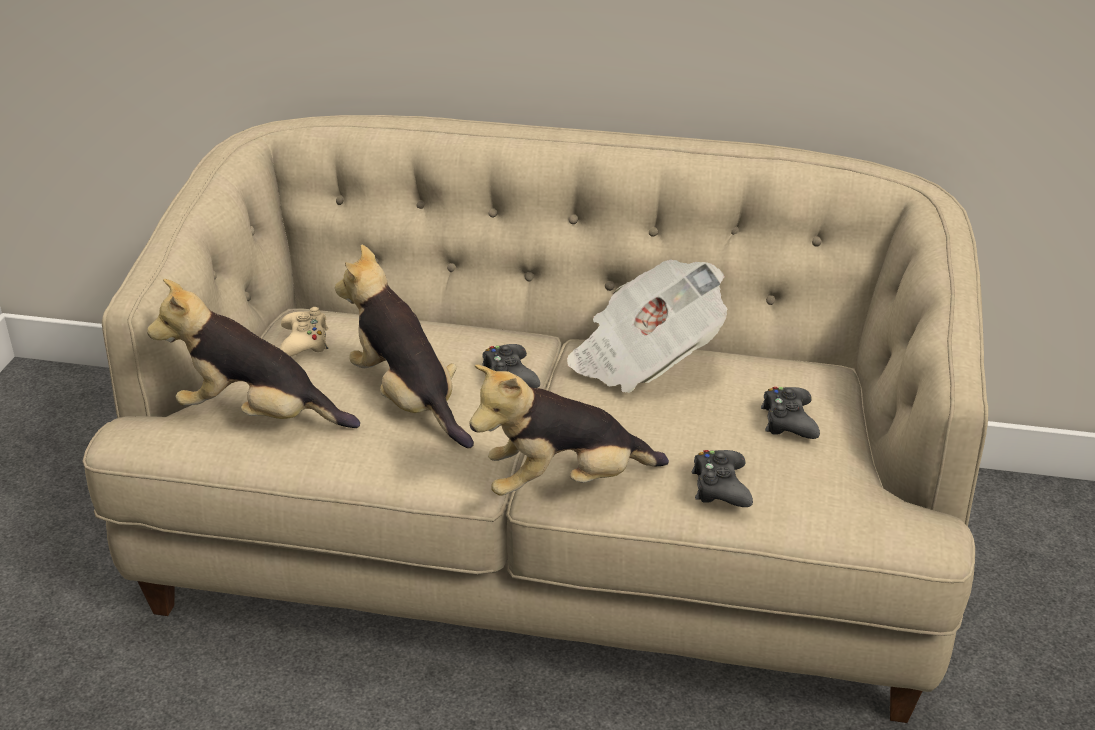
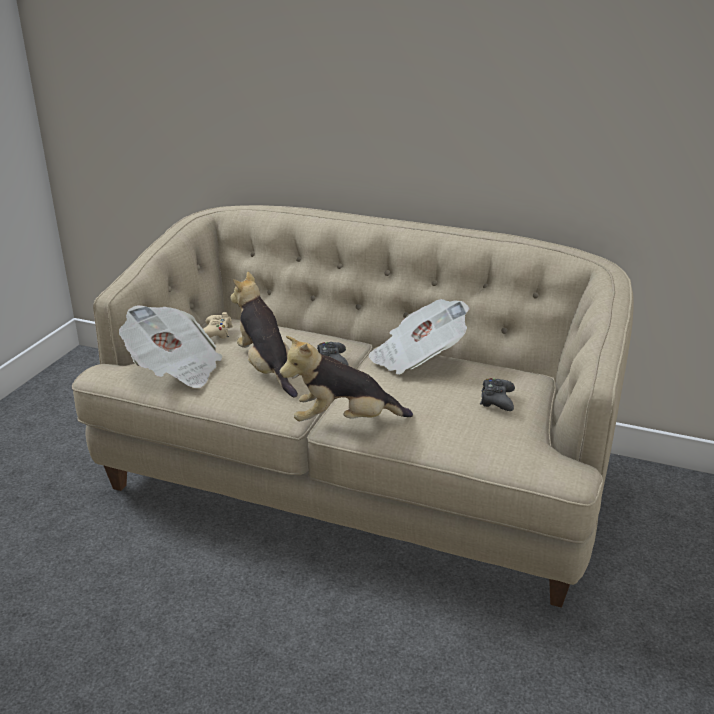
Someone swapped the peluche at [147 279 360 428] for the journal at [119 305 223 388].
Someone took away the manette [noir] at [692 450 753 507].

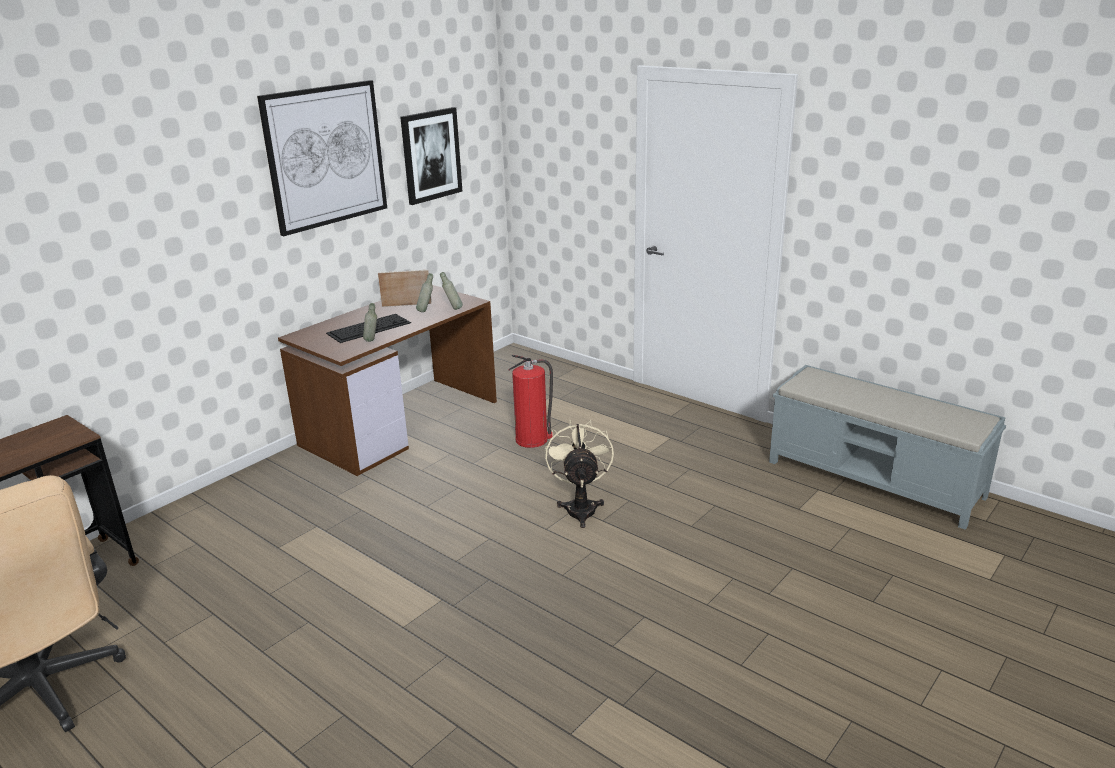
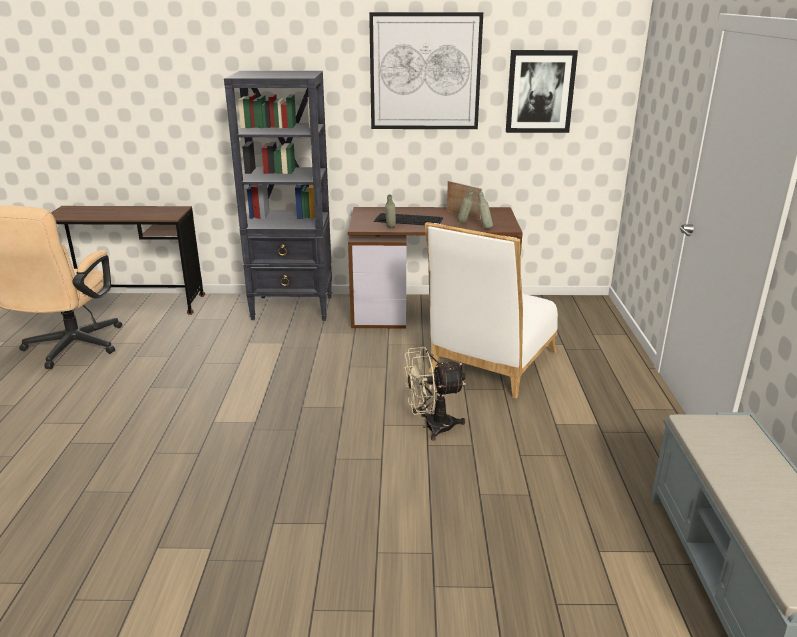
Someone swapped the extincteur at [509 355 553 448] for the chaise [blanc] at [425 222 558 398].
Someone rotated the ventilateur [beige] at [545 420 614 528] by 150 degrees counterclockwise.
Someone put down the bibliothèque [noir] at [224 71 332 321].

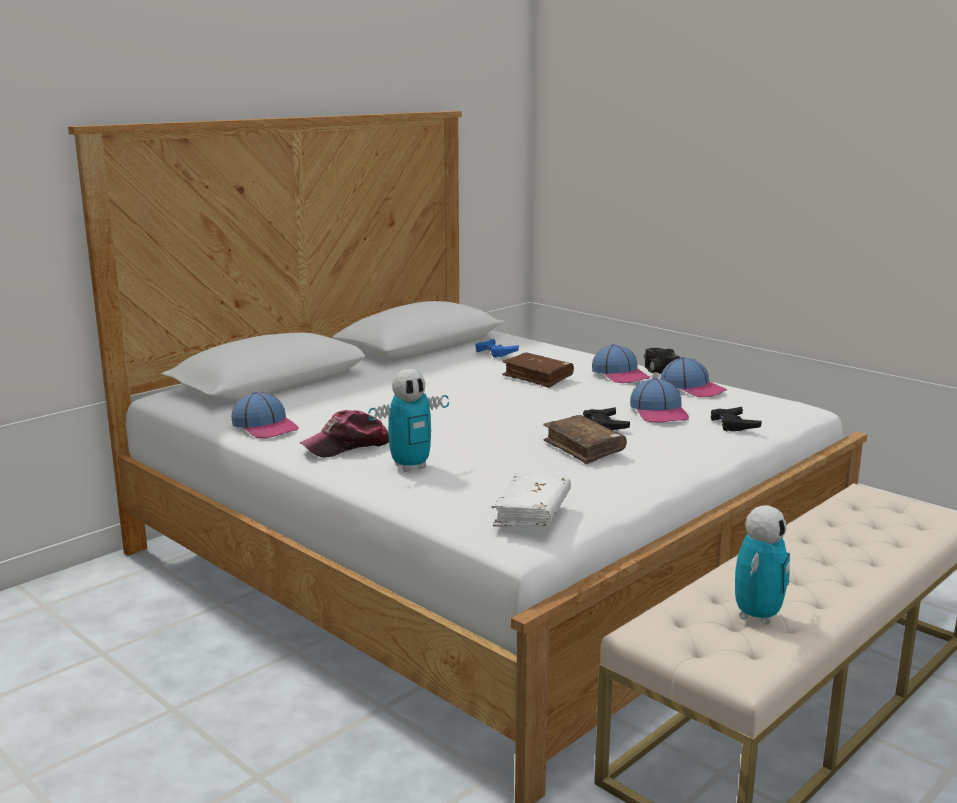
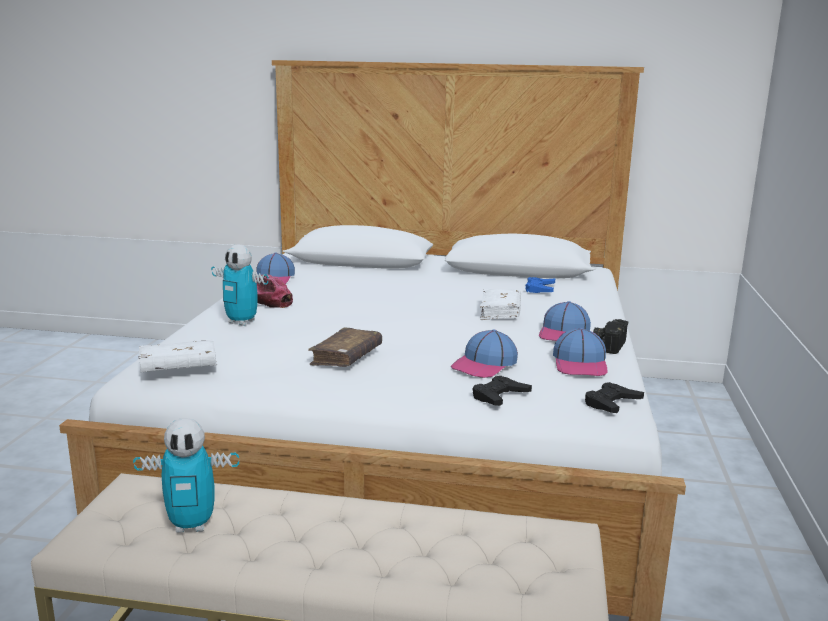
Someone repainted the livre [marron] at [502 353 574 388], which became the livre [blanc] at [480 289 521 320].
Someone carried the manette [noir] from [583 407 630 430] to [585 382 644 413].

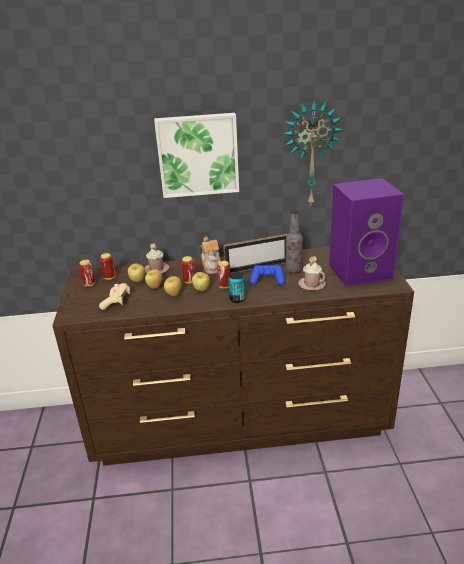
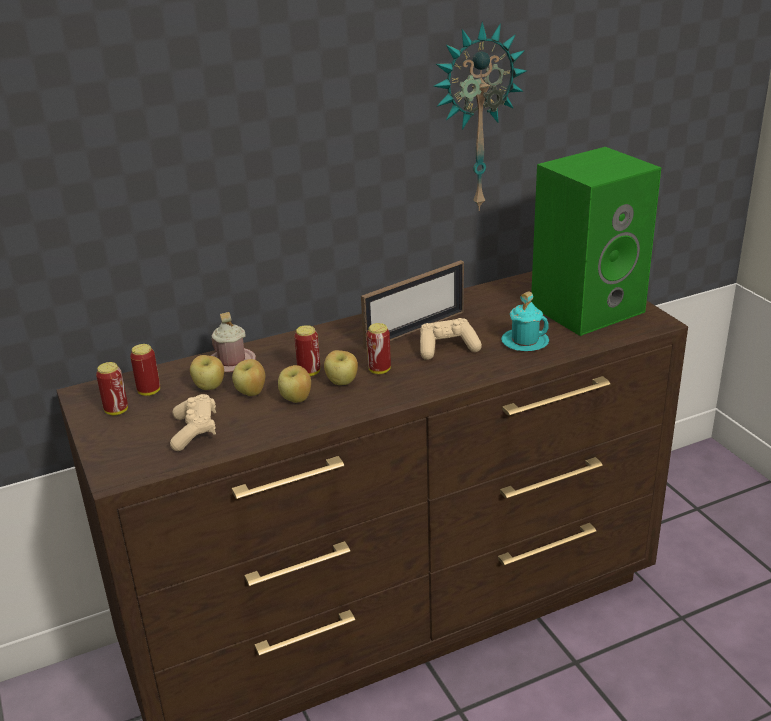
Someone took away the tableau at [154 113 239 198].
Someone took away the théière at [201 237 221 274].
Someone took away the boîte métallique at [228 272 246 303].
Someone repainted the manette [bleu] at [250 265 285 286], which became the manette [beige] at [420 318 482 360].
Someone took away the bouteille at [285 209 303 273].
Someone repainted the mug [rose] at [298 256 326 291], which became the mug [turquoise] at [501 291 549 352].
Someone repainted the enceinte [violet] at [329 178 404 287], which became the enceinte [vert] at [531 147 661 336].

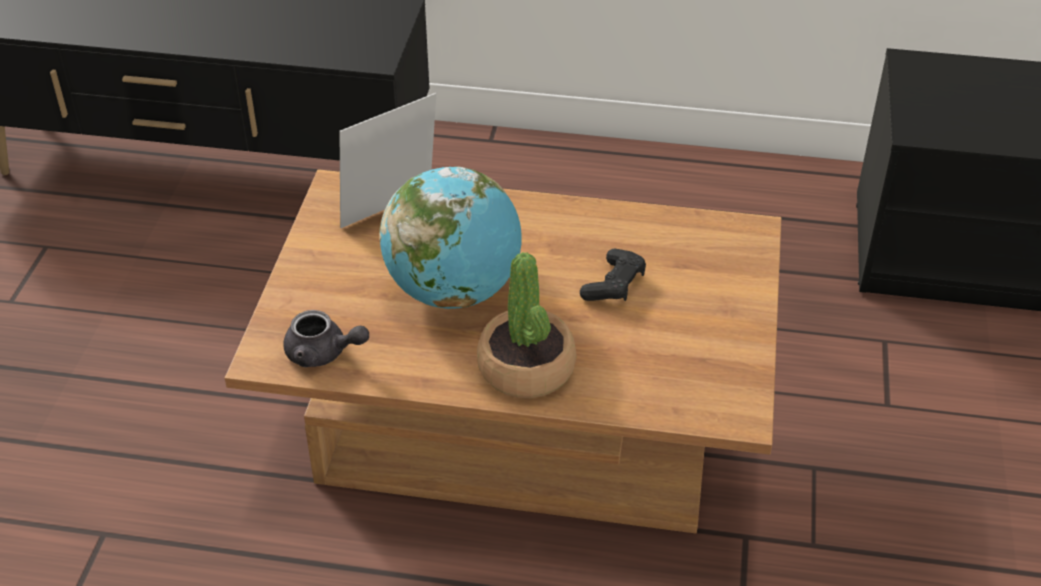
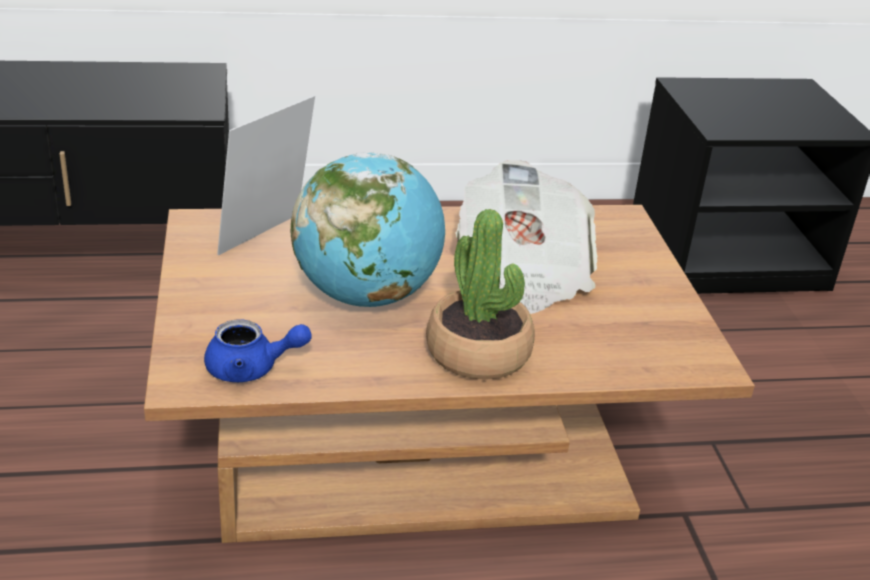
Someone repainted the théière [gris] at [283 310 369 367], which became the théière [bleu] at [204 320 312 382].
Someone swapped the manette [noir] at [580 249 646 301] for the journal at [456 160 597 314].

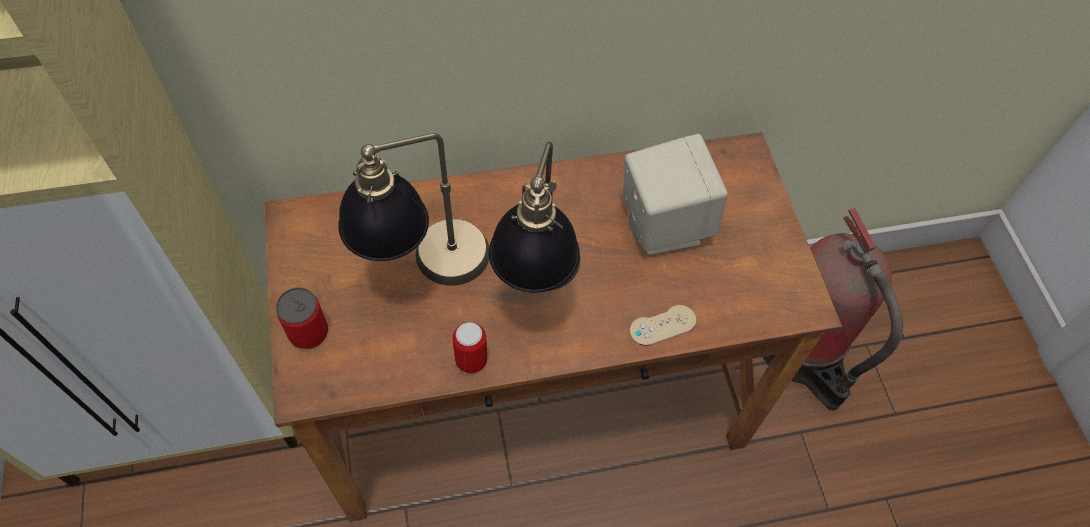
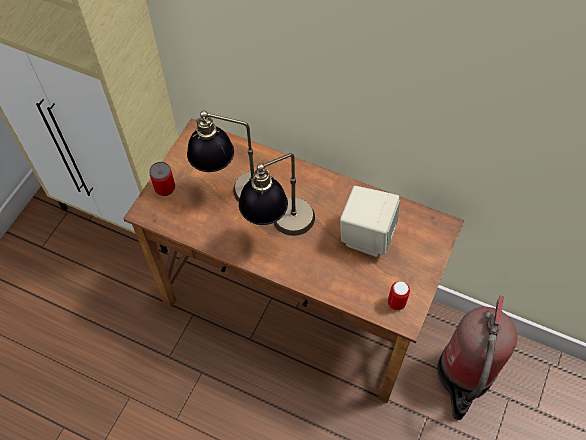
Someone carried the boîte métallique from [452 322 487 373] to [388 281 410 310].
Someone took away the manette [beige] at [630 305 696 346].

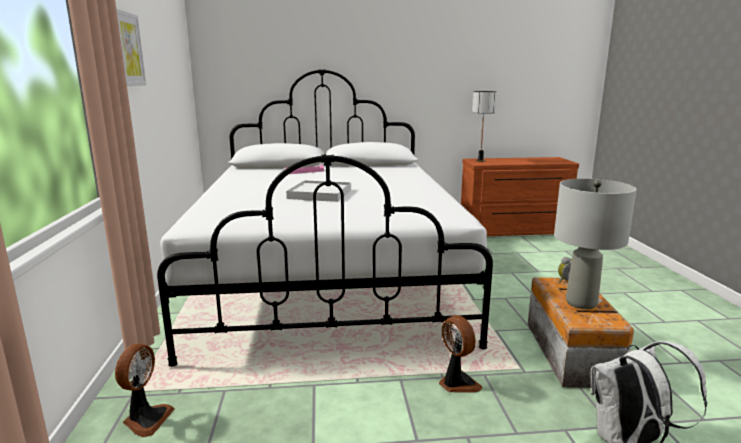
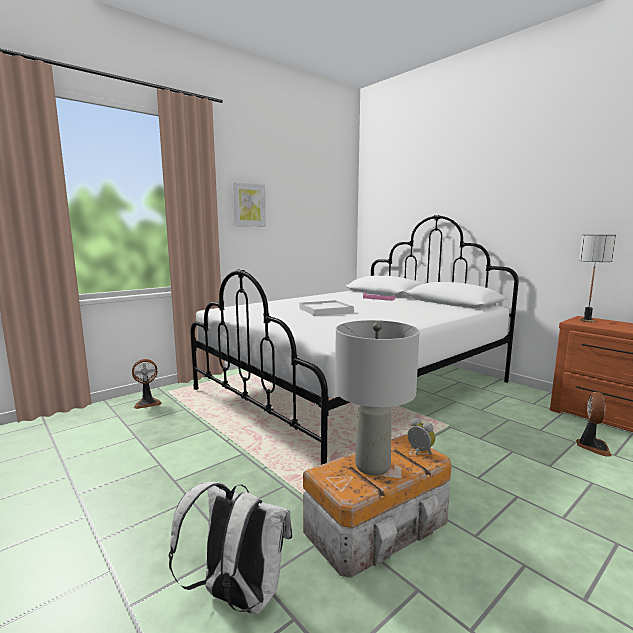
Someone carried the ventilateur from [439 315 482 393] to [576 392 612 457].

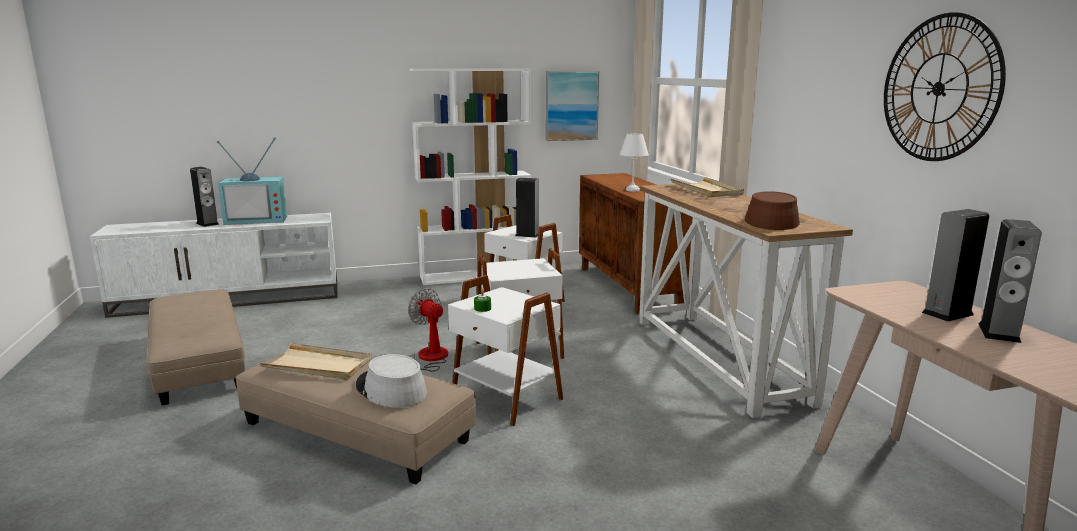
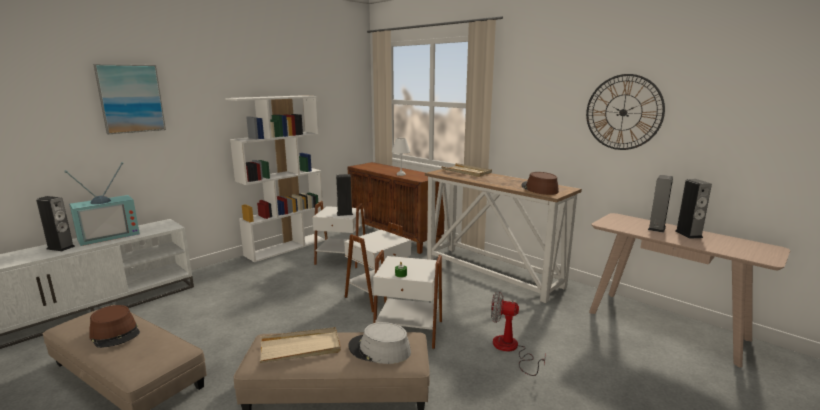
Someone carried the ventilateur from [408 289 448 372] to [491 291 546 376].
Someone carried the tableau from [546 71 599 141] to [93 64 166 134].
Someone put down the chapeau [marron] at [90 305 140 348].

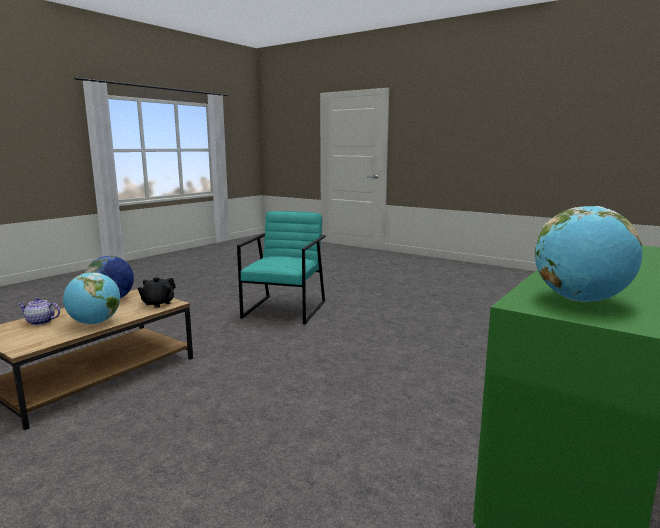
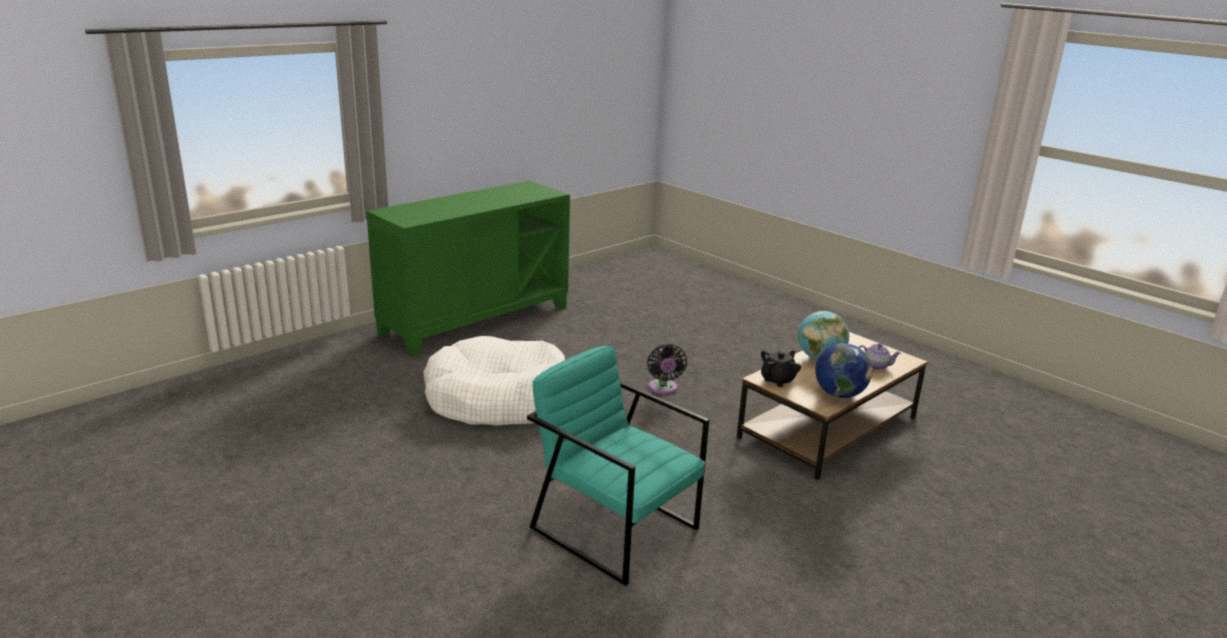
Someone rotated the fauteuil [turquoise] at [237 211 326 325] by 105 degrees clockwise.
Someone took away the globe at [535 206 643 302].
Someone put down the panier pour chien [blanc] at [423 336 565 426].
Someone put down the ventilateur [noir] at [647 344 687 394].

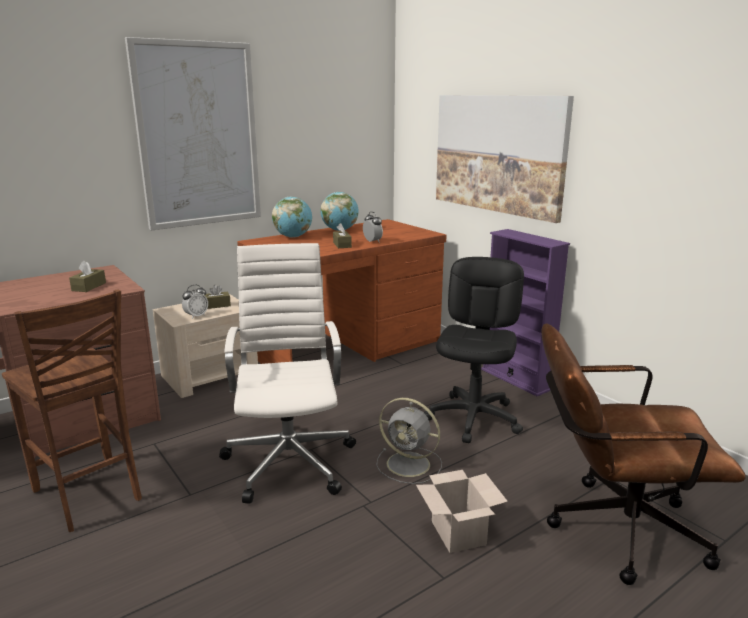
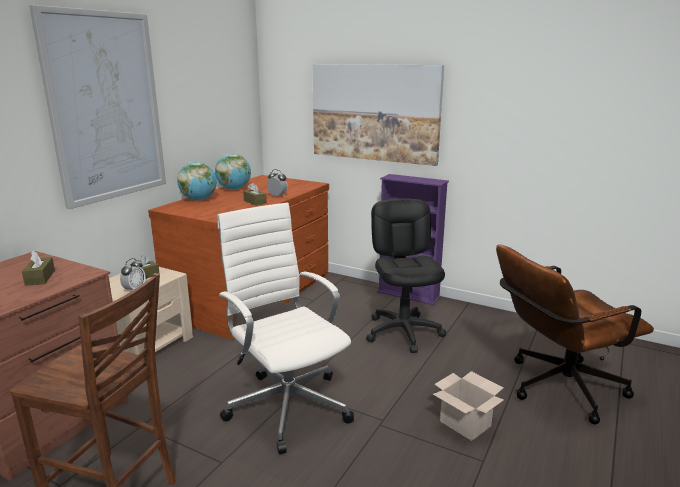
Someone took away the ventilateur [gris] at [376 398 442 484].

